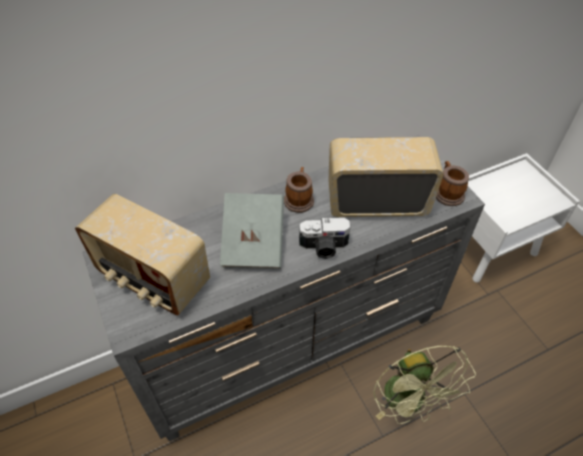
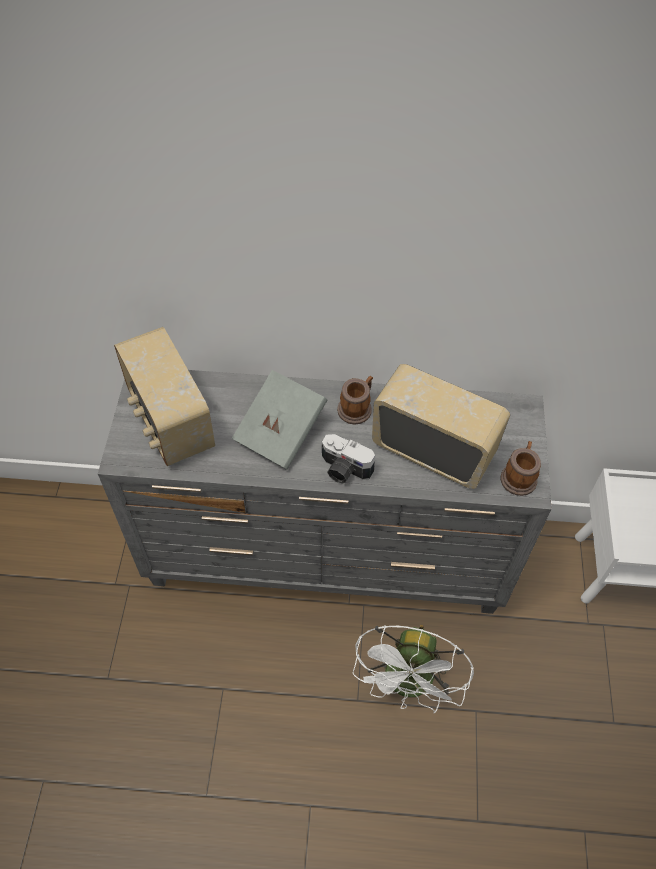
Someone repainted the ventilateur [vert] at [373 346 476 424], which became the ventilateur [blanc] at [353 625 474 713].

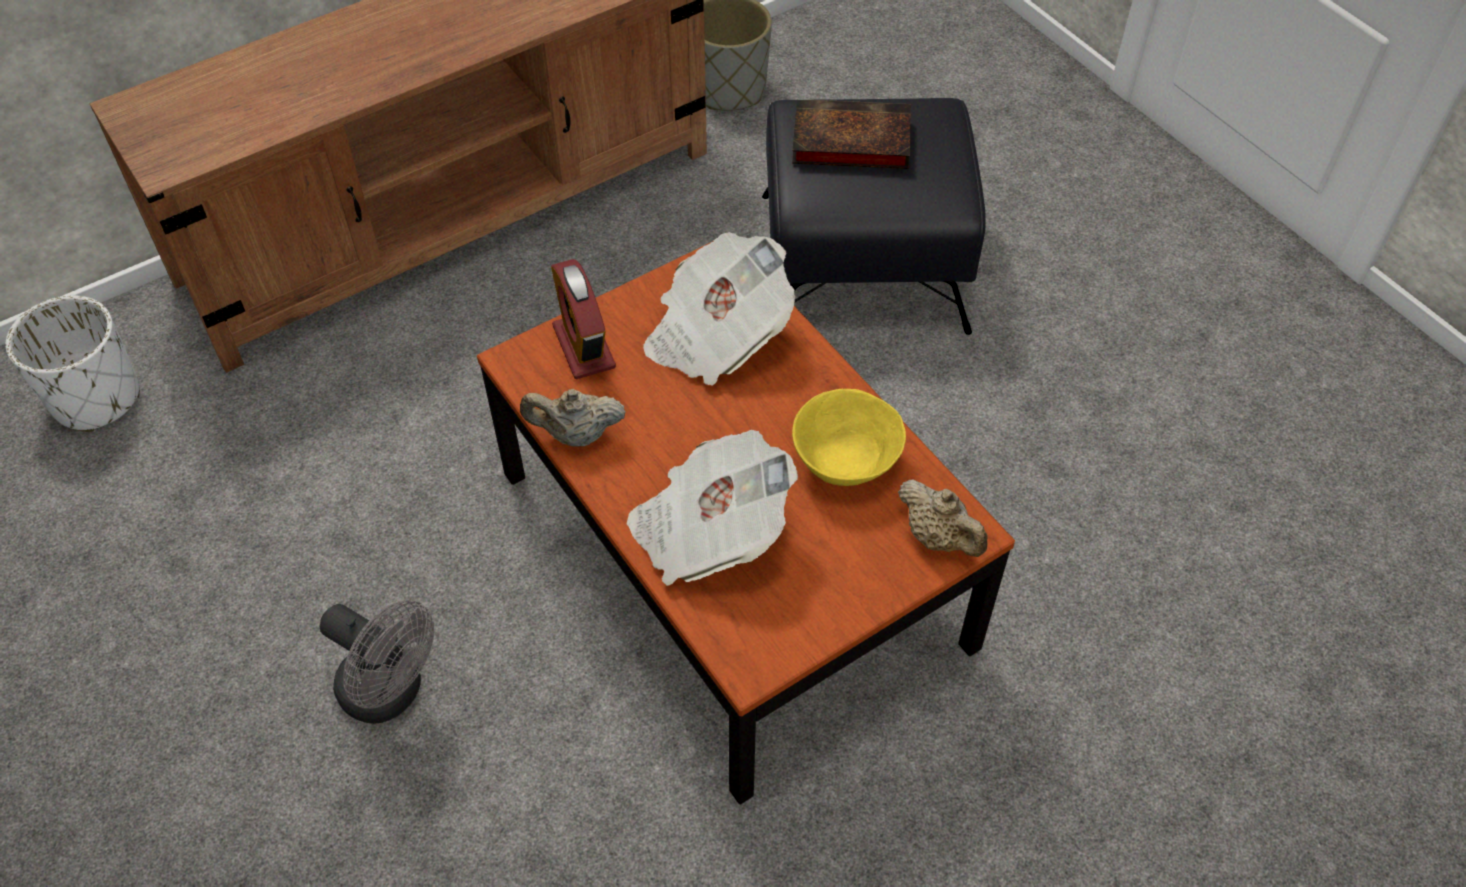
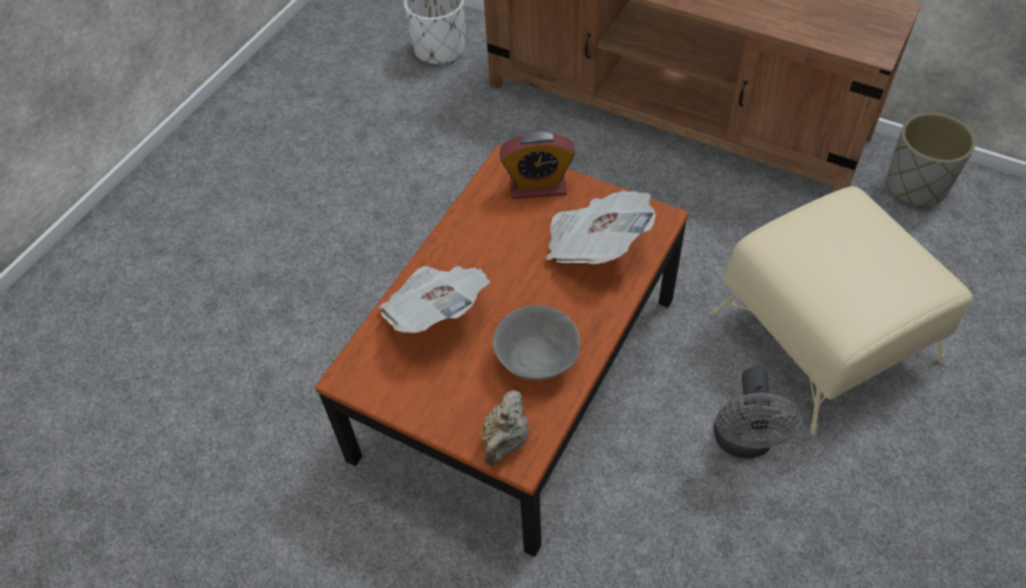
Someone carried the ventilateur [gris] from [320 600 434 724] to [714 367 803 458].
Someone took away the théière [beige] at [520 389 626 446].
Someone rotated the réveil at [551 259 616 379] by 135 degrees counterclockwise.
Someone repainted the pouf [noir] at [762 98 986 335], which became the pouf [beige] at [710 186 974 436].
Someone took away the livre at [792 99 911 169].
Someone repainted the bol [jaune] at [792 389 906 486], which became the bol [gris] at [493 305 580 380].

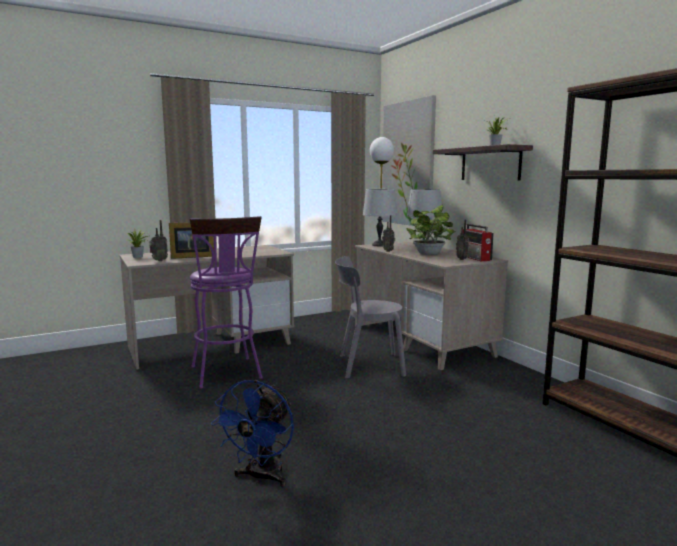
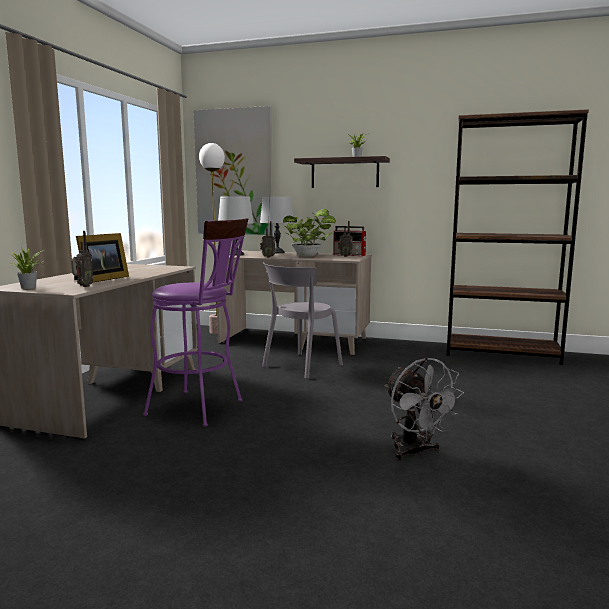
Someone repainted the ventilateur [bleu] at [211 380 294 487], which became the ventilateur [gris] at [385 357 464 460].

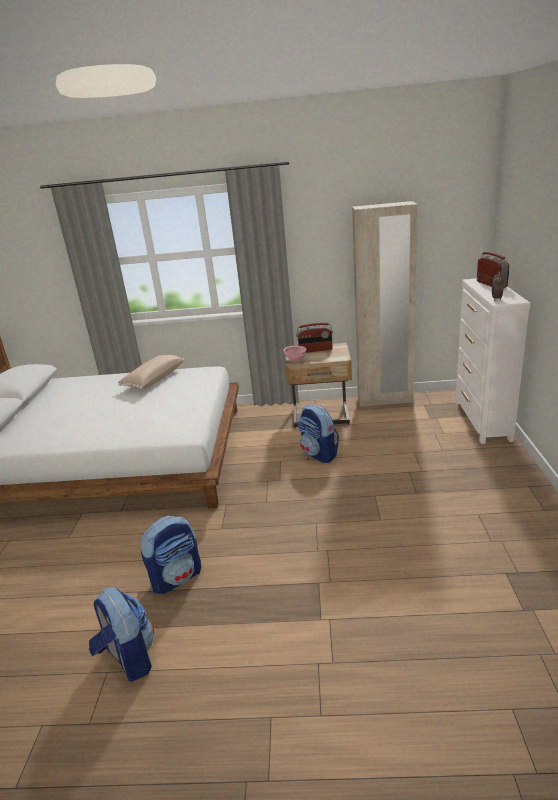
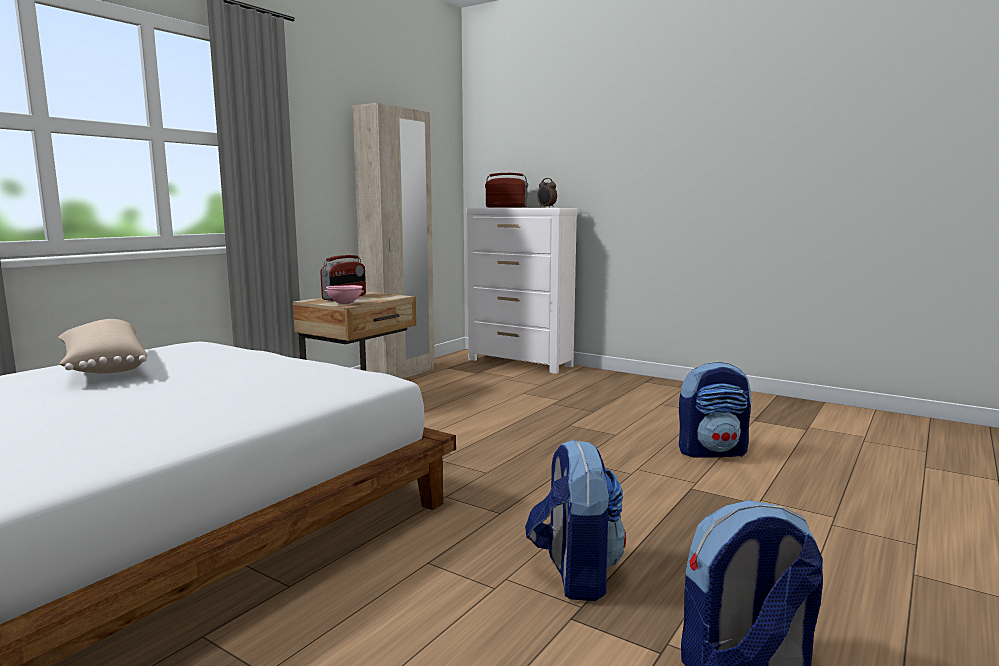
Someone carried the sac à dos from [298 404 339 463] to [679 361 751 458].

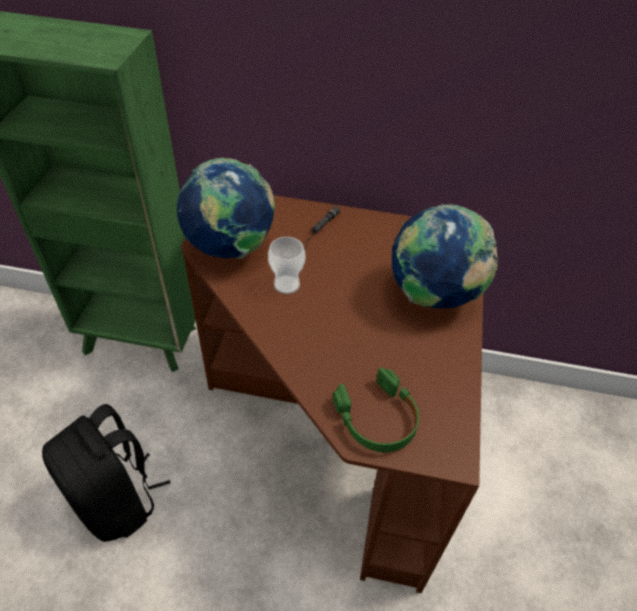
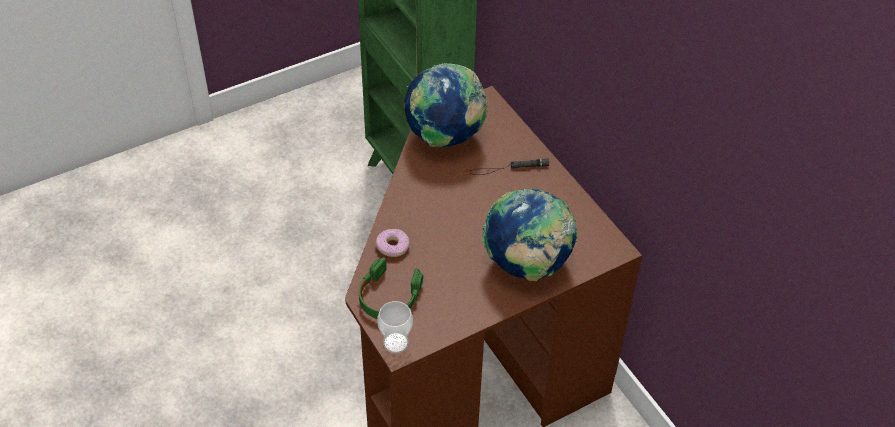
Someone took away the sac à dos [noir] at [42 404 170 542].
Someone carried the tasse from [268 237 305 294] to [377 301 413 353].
Someone put down the beignet at [376 229 410 257].

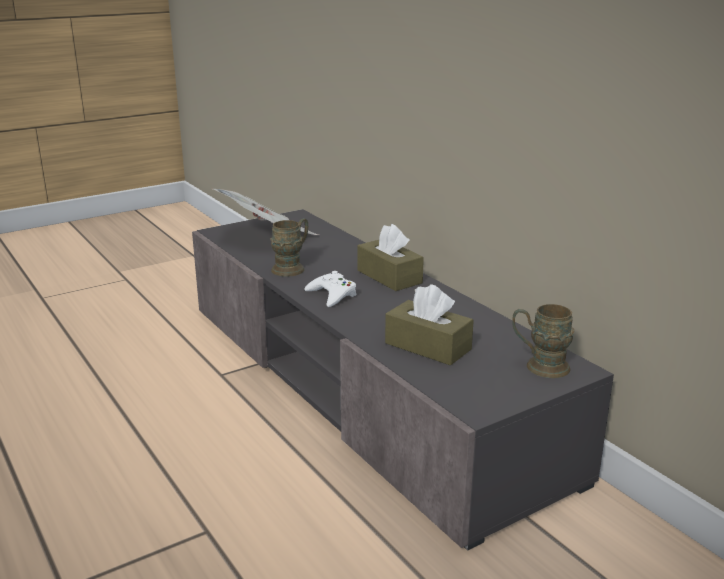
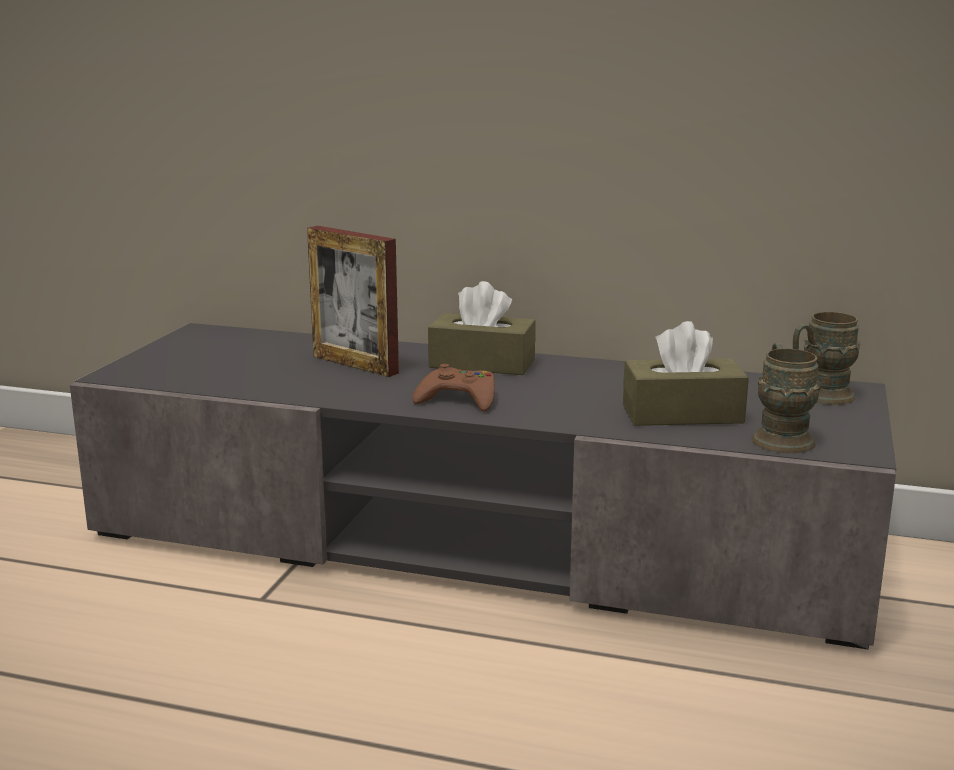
Someone took away the journal at [213 189 319 235].
Someone carried the mug [marron] from [270 218 308 277] to [752 343 821 454].
Someone repainted the manette [blanc] at [304 271 357 307], which became the manette [marron] at [412 364 495 412].
Someone put down the cadre photo at [307 226 399 377].

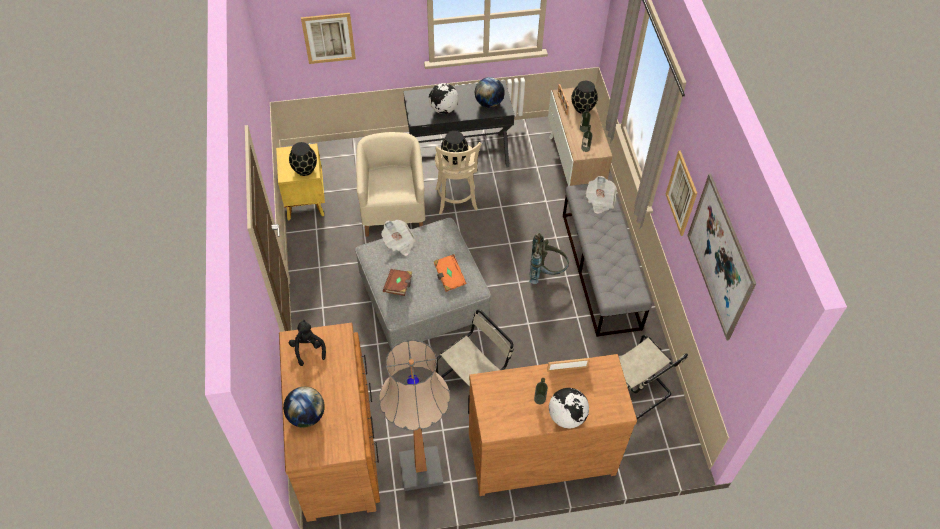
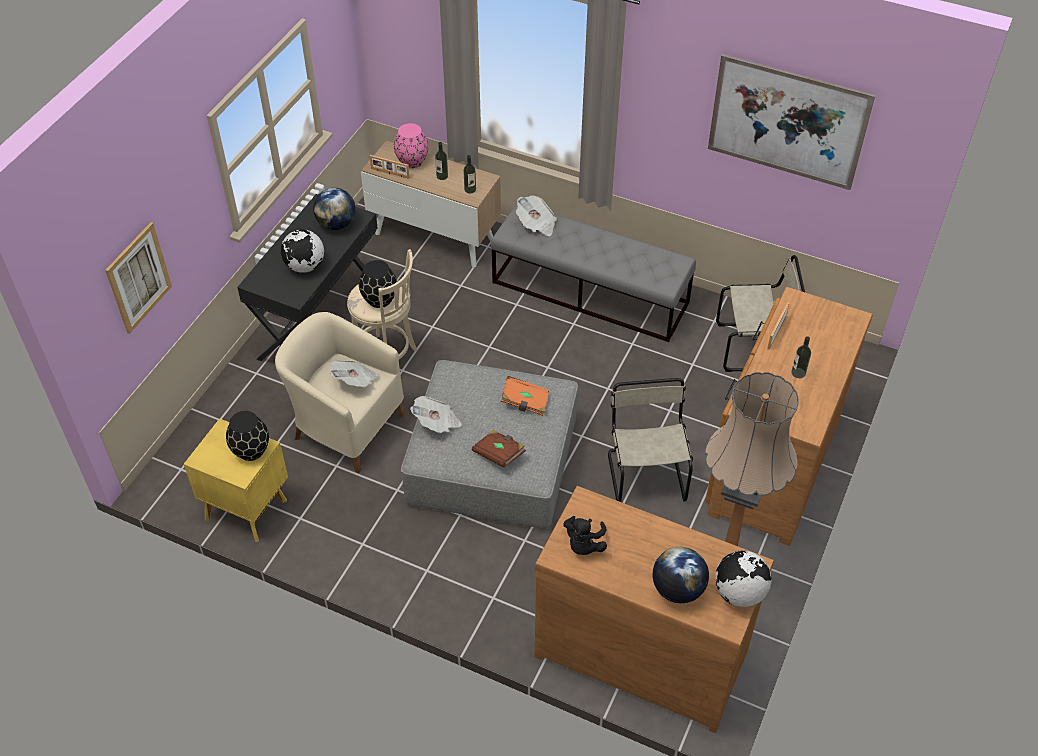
Someone rotated the peluche [noir] at [289 320 326 366] by 90 degrees counterclockwise.
Someone took away the sac à dos [gris] at [529 233 569 284].
Someone carried the globe from [549 388 589 428] to [715 550 772 607].
Someone repainted the vase [noir] at [571 81 598 114], which became the vase [rose] at [394 123 428 168].
Someone took away the tableau at [666 150 697 236].
Someone put down the journal at [329 360 379 388].

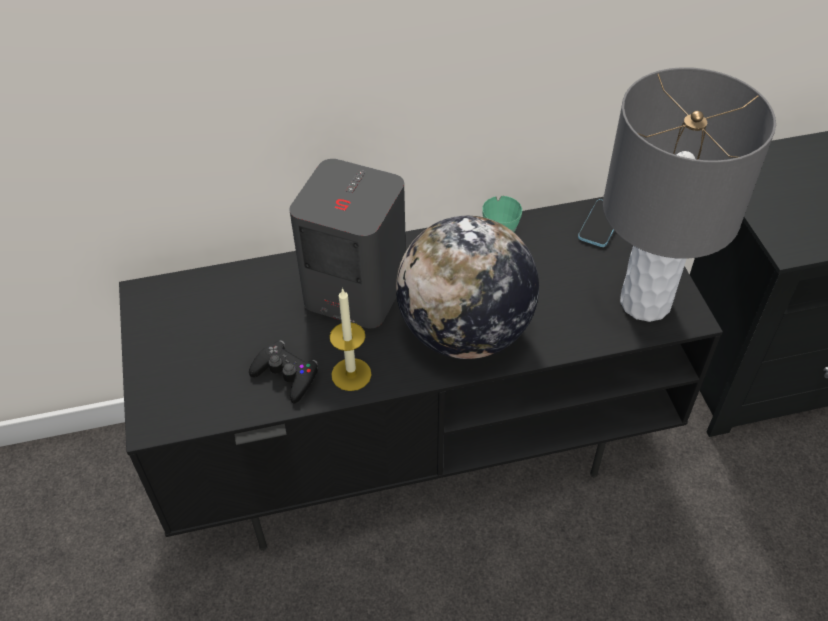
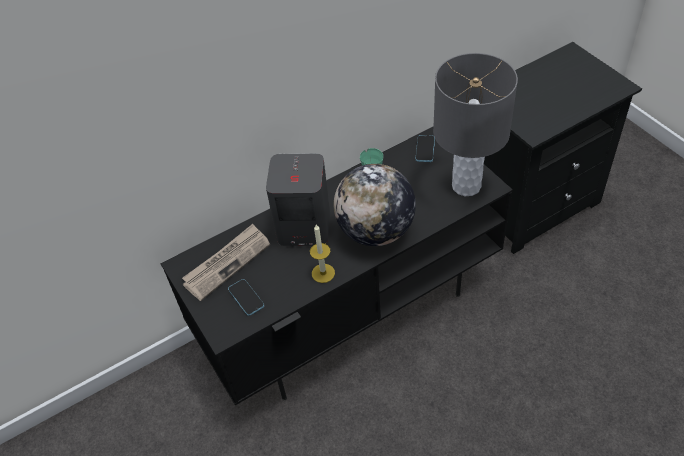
Someone took away the manette [noir] at [249 340 318 403].
Someone put down the journal at [182 224 270 301].
Someone put down the téléphone at [228 279 264 316].

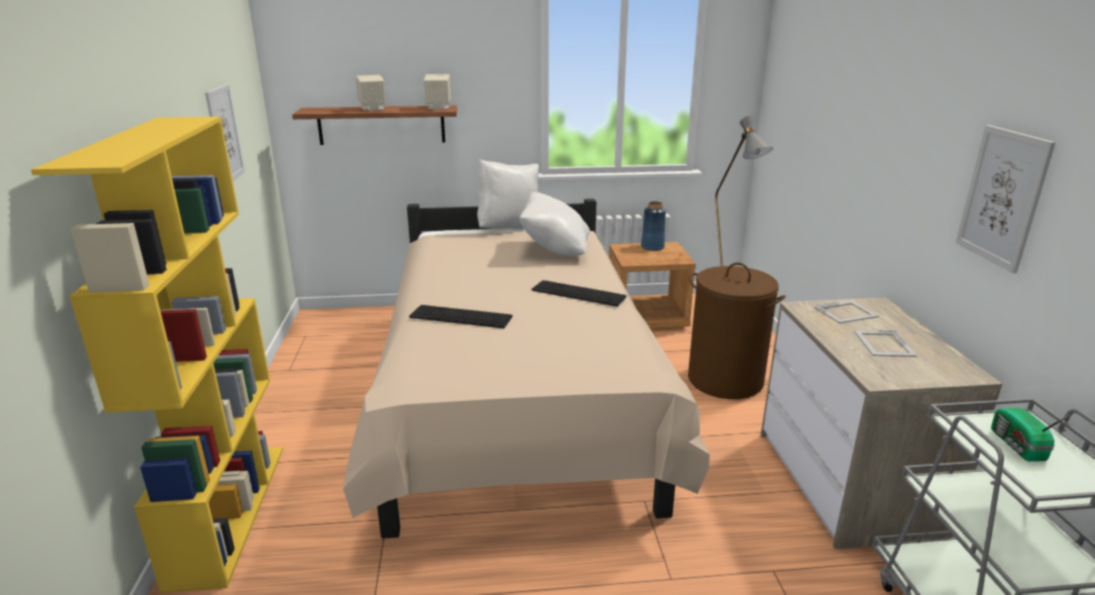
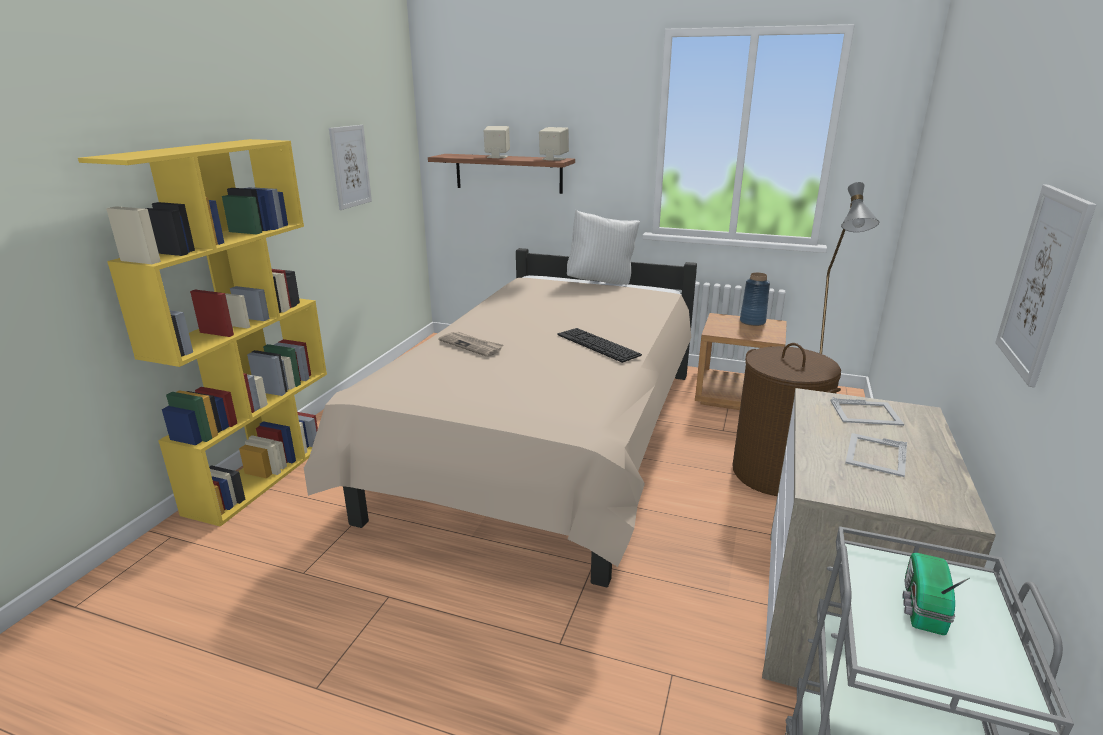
Someone swapped the clavier at [409 305 513 328] for the journal at [438 332 504 357].
Someone took away the coussin [blanc] at [519 192 590 256].

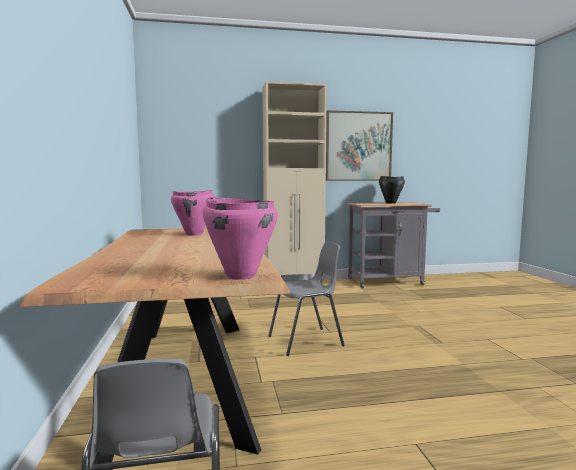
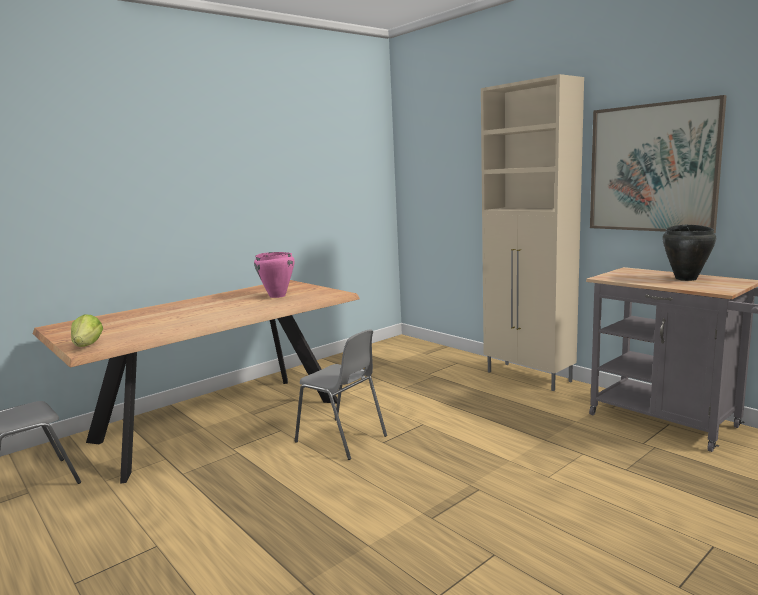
Someone swapped the marmite [rose] at [203 197 278 280] for the laitue at [71 314 103 347].

